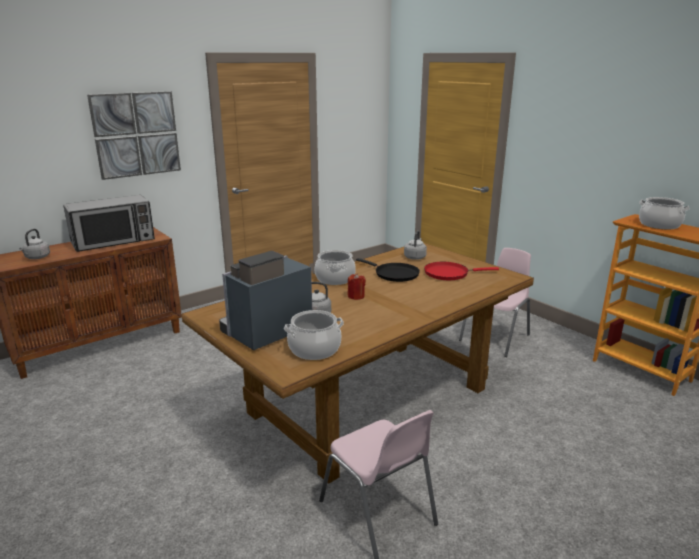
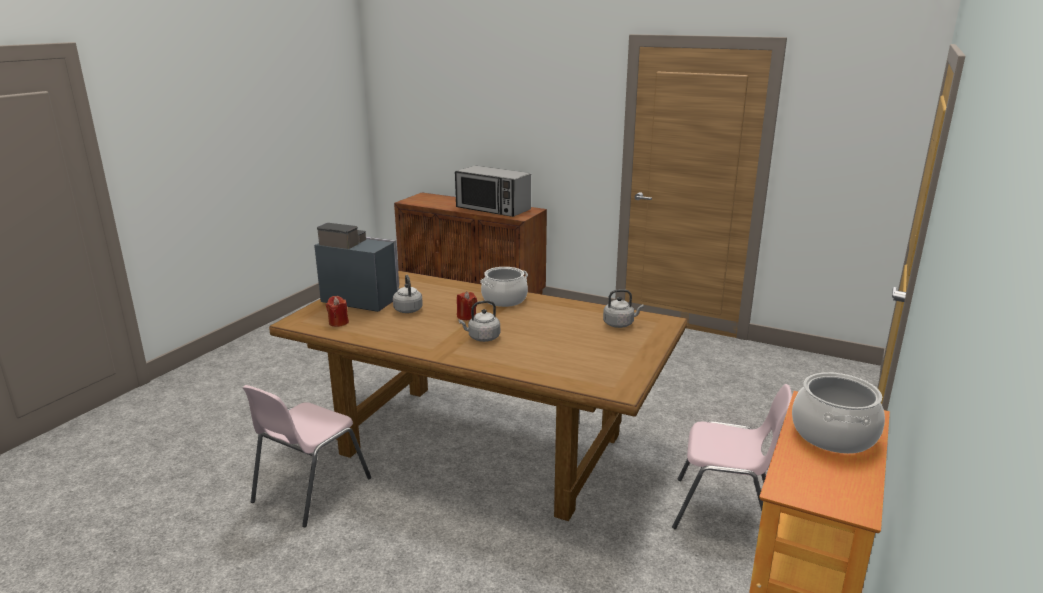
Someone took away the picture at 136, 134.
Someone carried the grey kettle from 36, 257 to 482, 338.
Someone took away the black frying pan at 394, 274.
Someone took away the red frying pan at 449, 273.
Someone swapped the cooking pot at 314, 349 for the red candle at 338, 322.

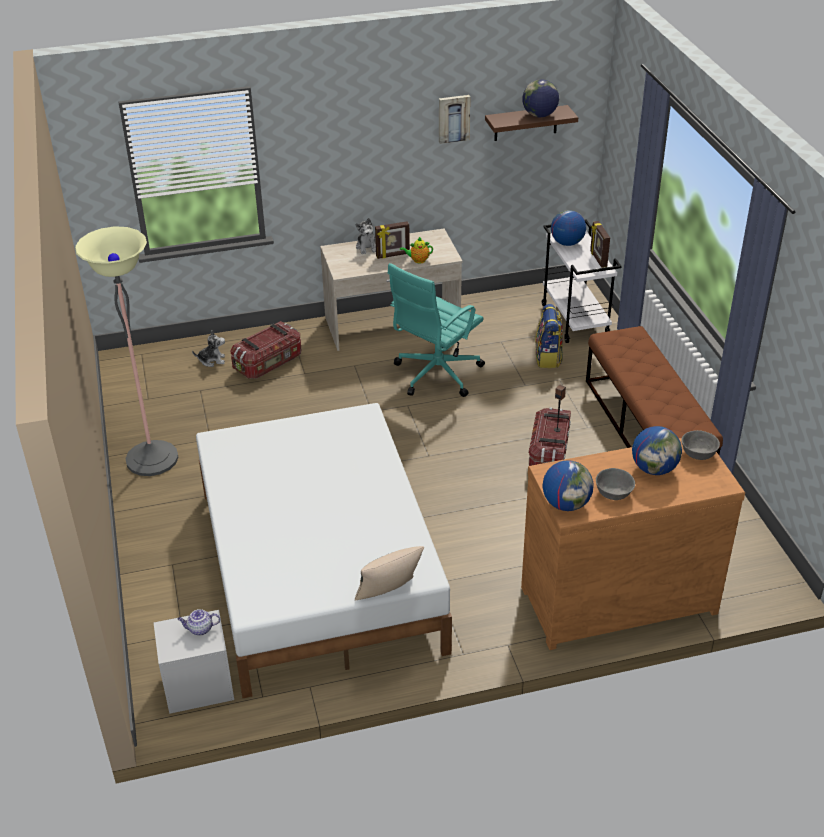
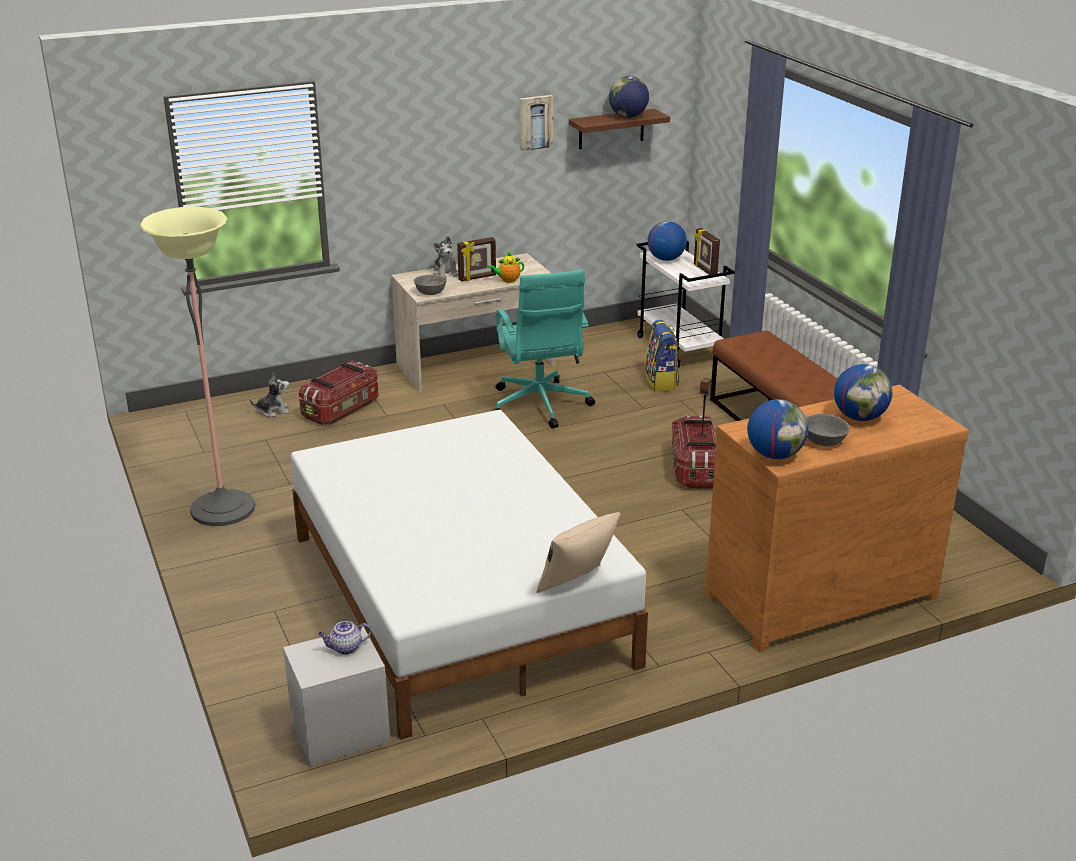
Someone rotated the turquoise office chair at 435, 375 by 45 degrees counterclockwise.
Someone carried the grey bowl from 698, 453 to 430, 292.

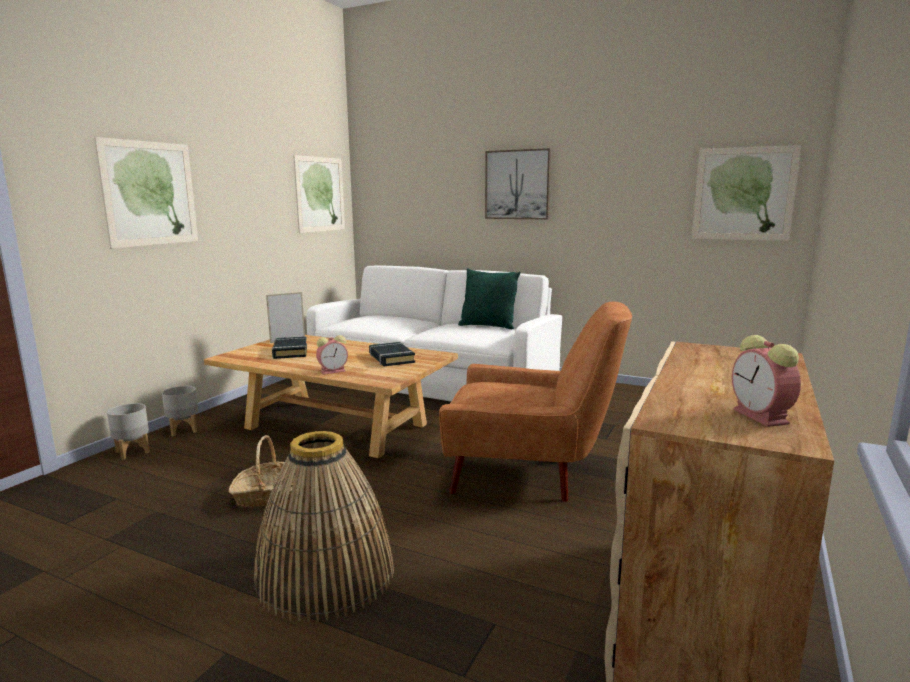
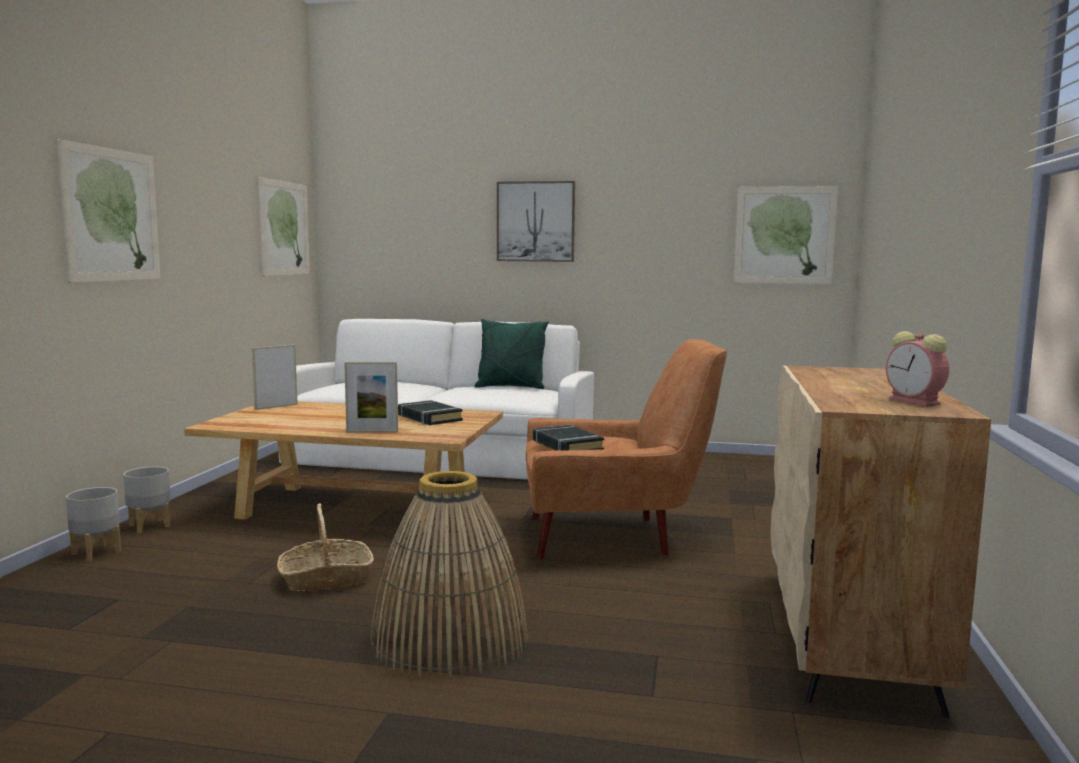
Someone swapped the alarm clock at 333, 371 for the picture frame at 372, 432.
Someone carried the black book from 290, 351 to 566, 446.

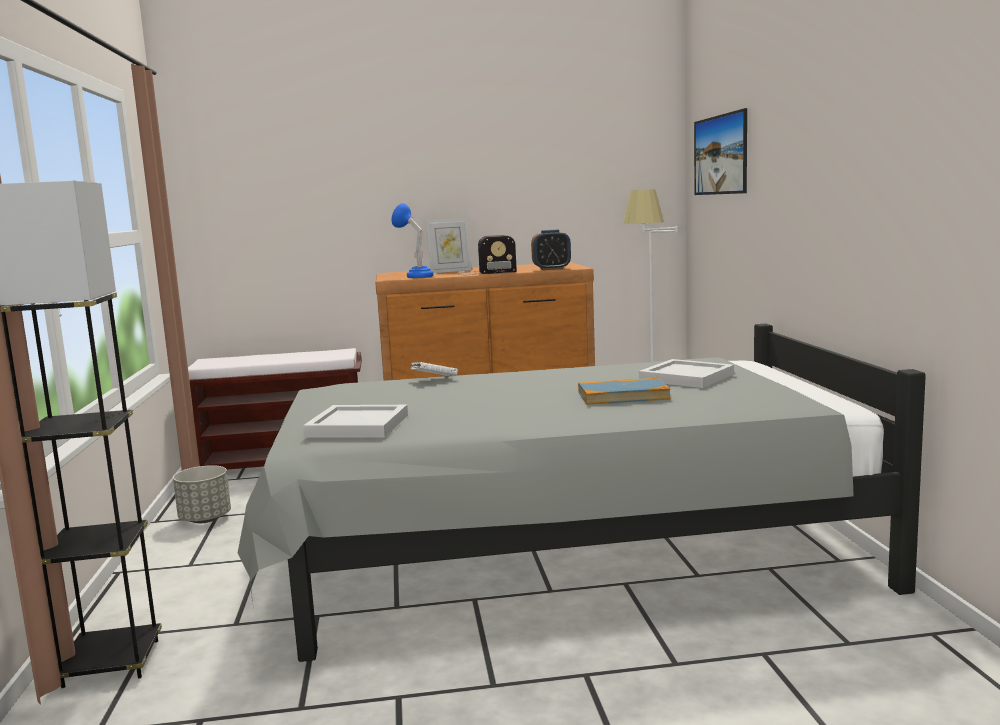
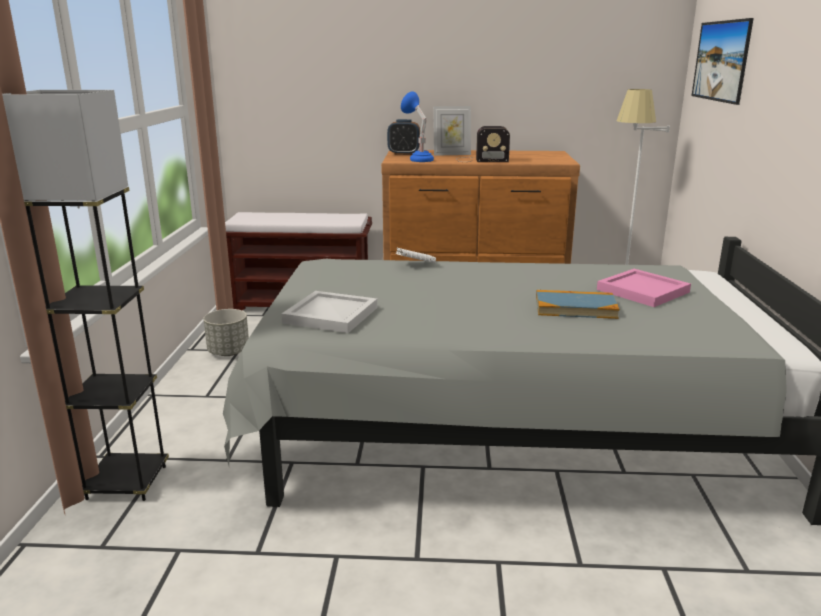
Someone carried the alarm clock from 551, 269 to 403, 154.
Someone repainted the white tray at 686, 377, which became the pink tray at 642, 290.

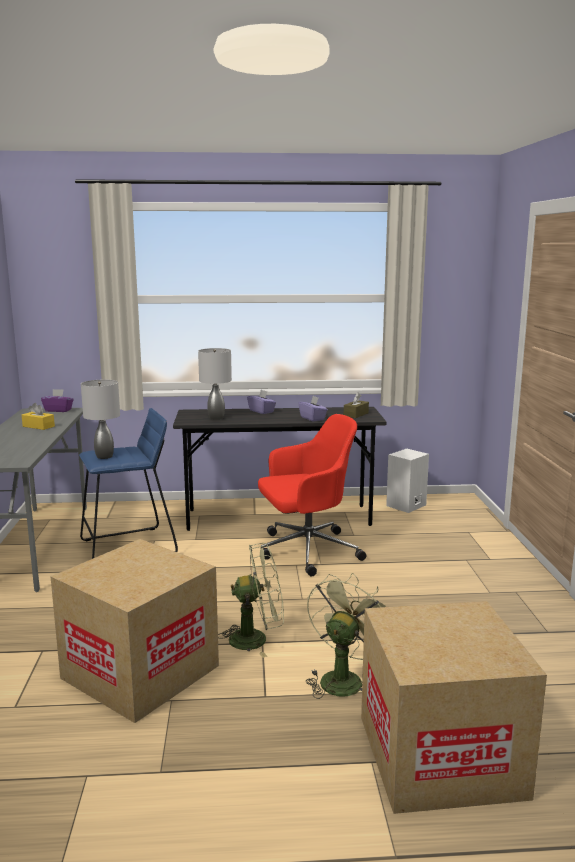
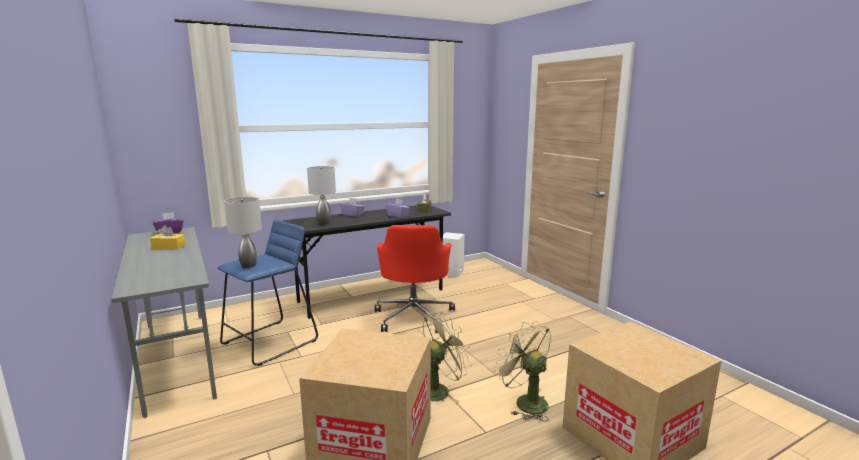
Someone rotated the red office chair at 306, 551 by 135 degrees clockwise.
Someone rotated the green fan at 344, 678 by 45 degrees counterclockwise.

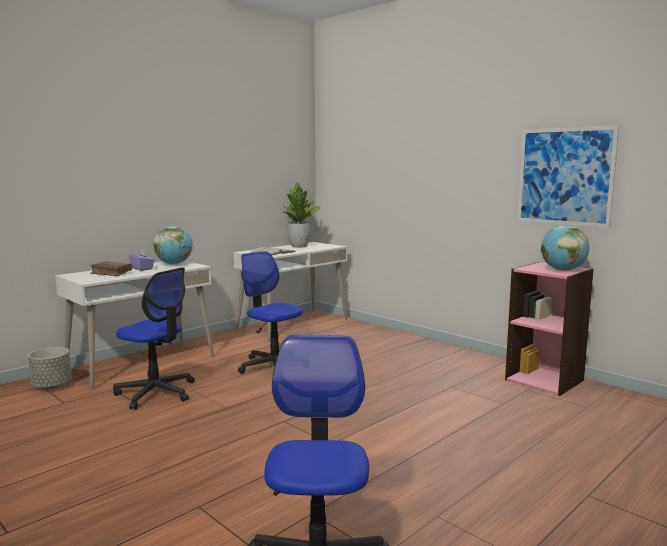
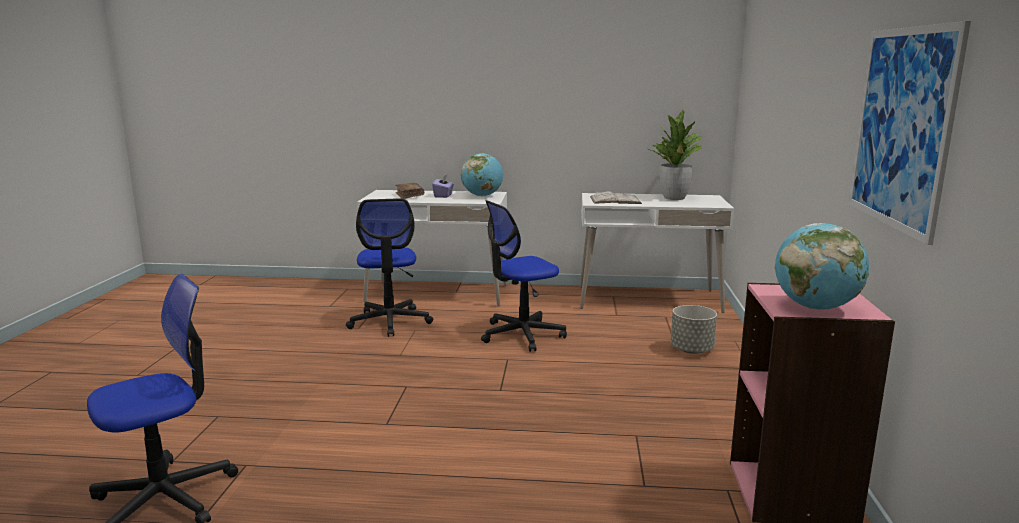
Someone rotated the office chair at 273, 366 by 120 degrees counterclockwise.
Someone carried the grey planter from 52, 386 to 692, 350.

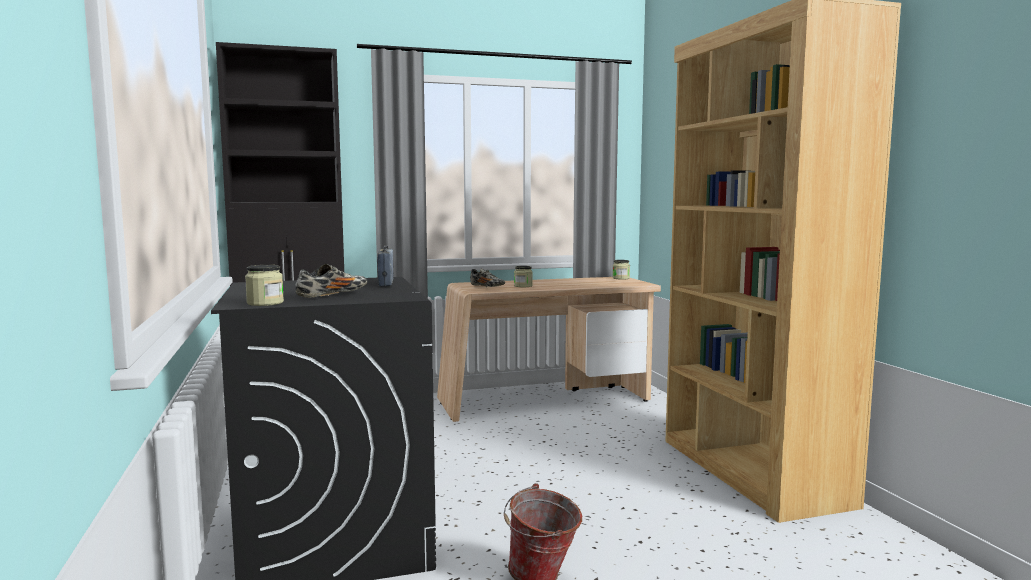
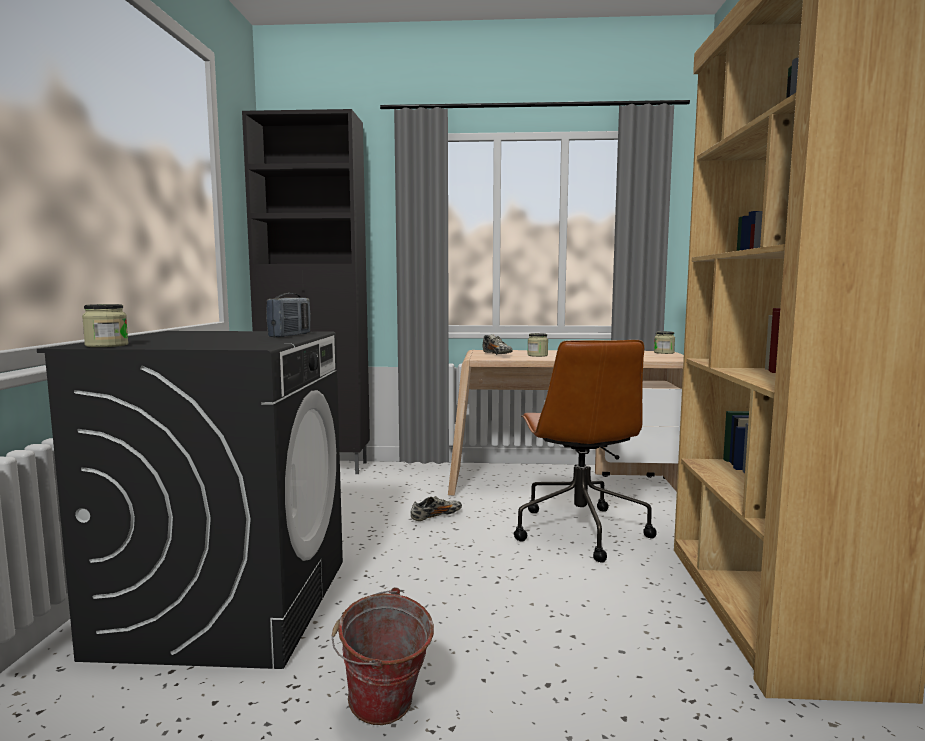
Someone carried the shoe from 332, 295 to 436, 516.
Someone put down the brown office chair at 579, 530.

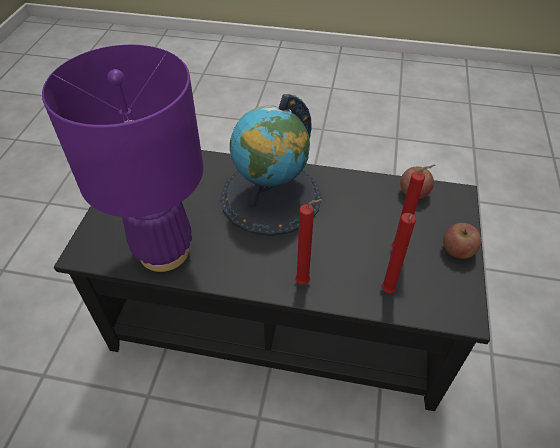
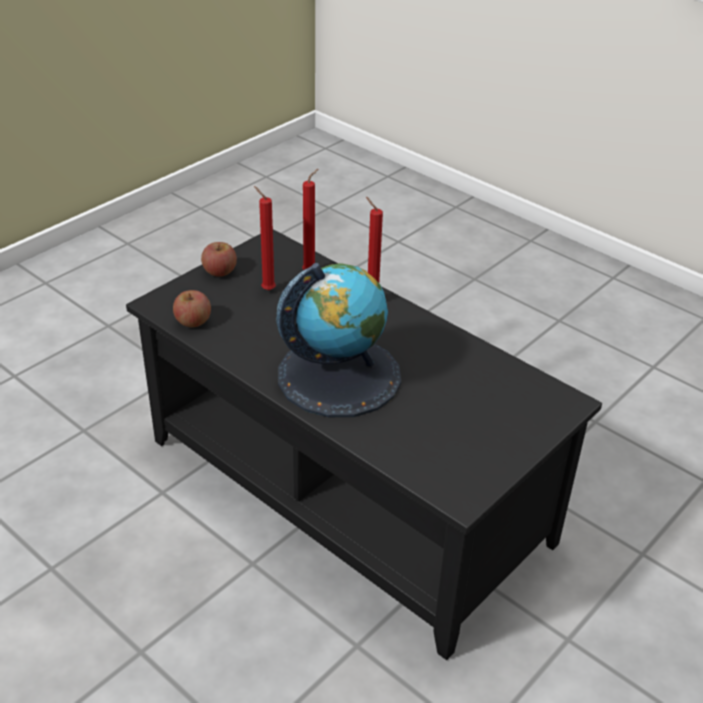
Someone took away the purple table lamp at 163, 251.

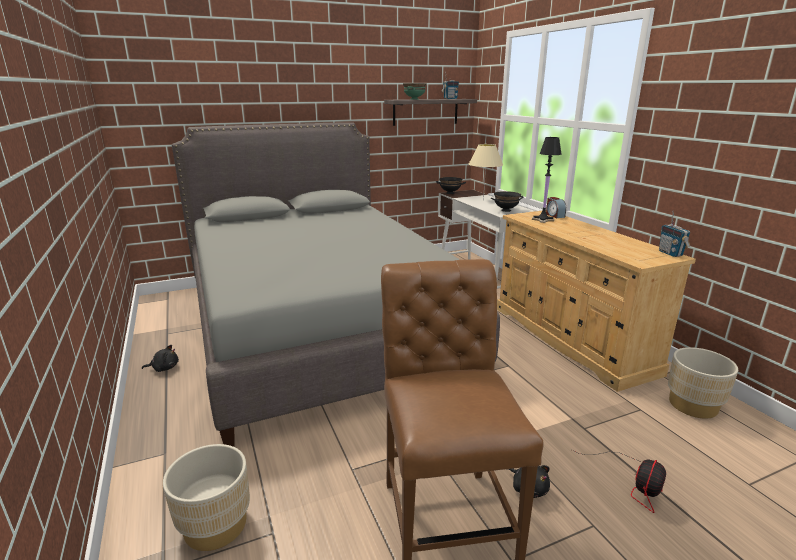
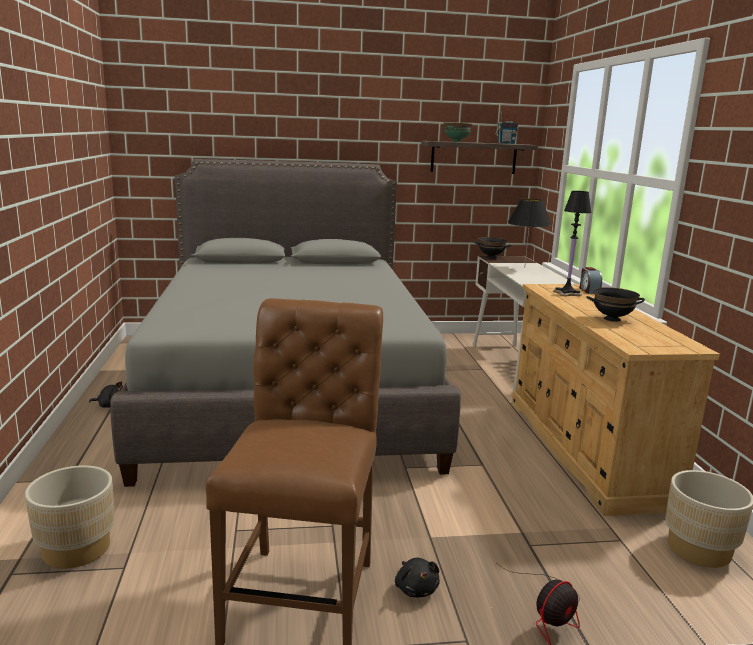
Someone repainted the beige table lamp at 483, 200, which became the black table lamp at 524, 268.
Someone carried the black bowl from 506, 210 to 612, 319.
Someone took away the radio at 670, 253.

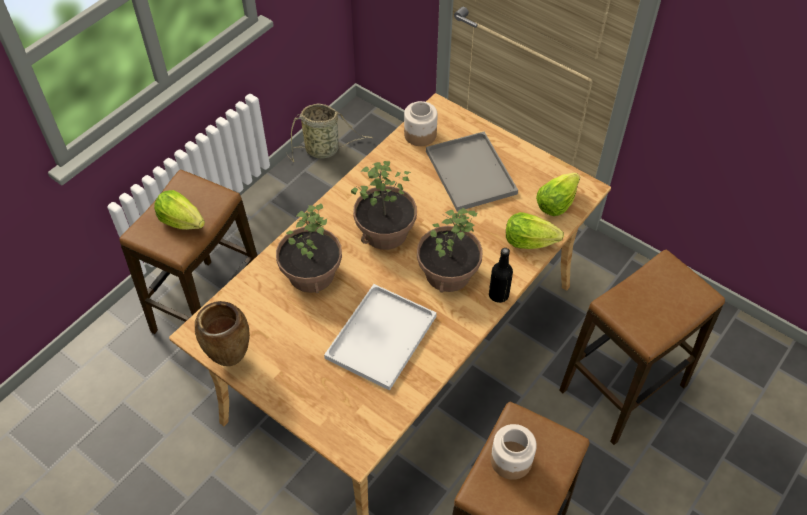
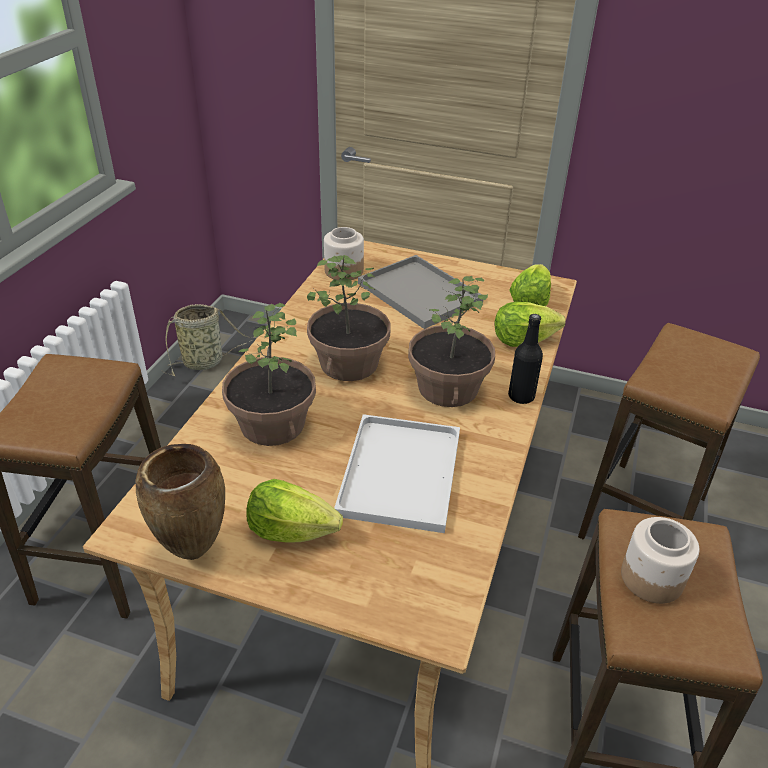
Someone carried the lettuce from 181, 221 to 291, 530.

